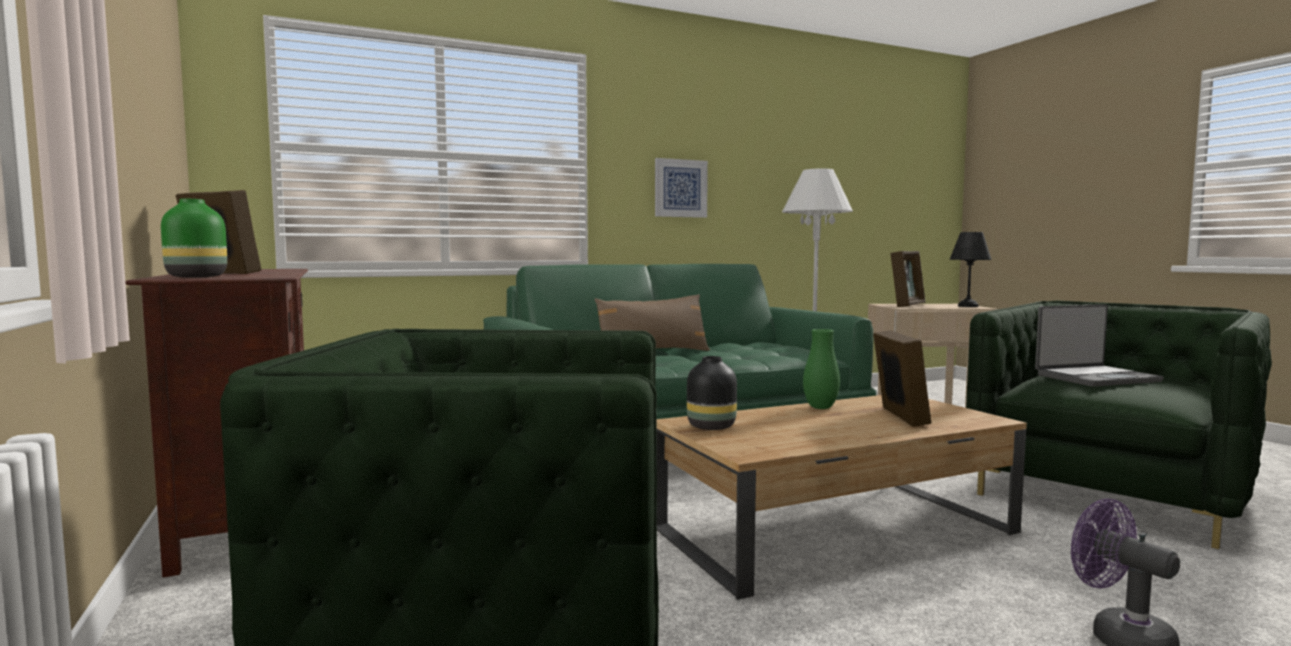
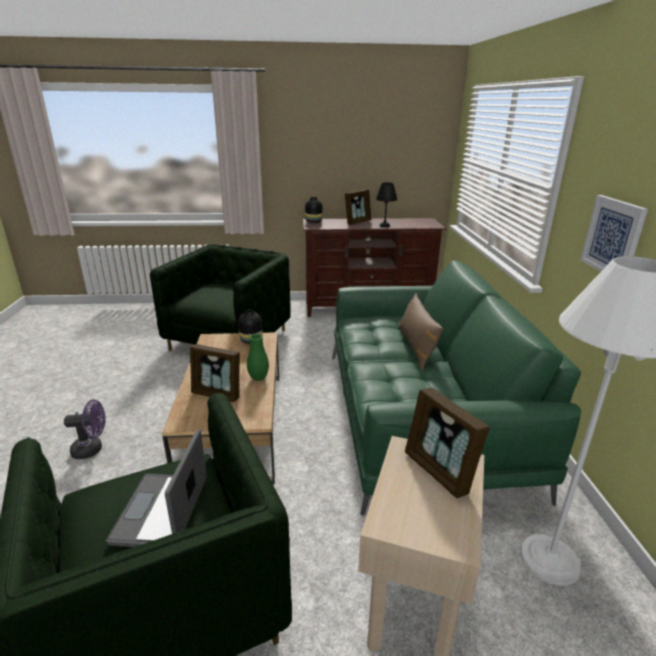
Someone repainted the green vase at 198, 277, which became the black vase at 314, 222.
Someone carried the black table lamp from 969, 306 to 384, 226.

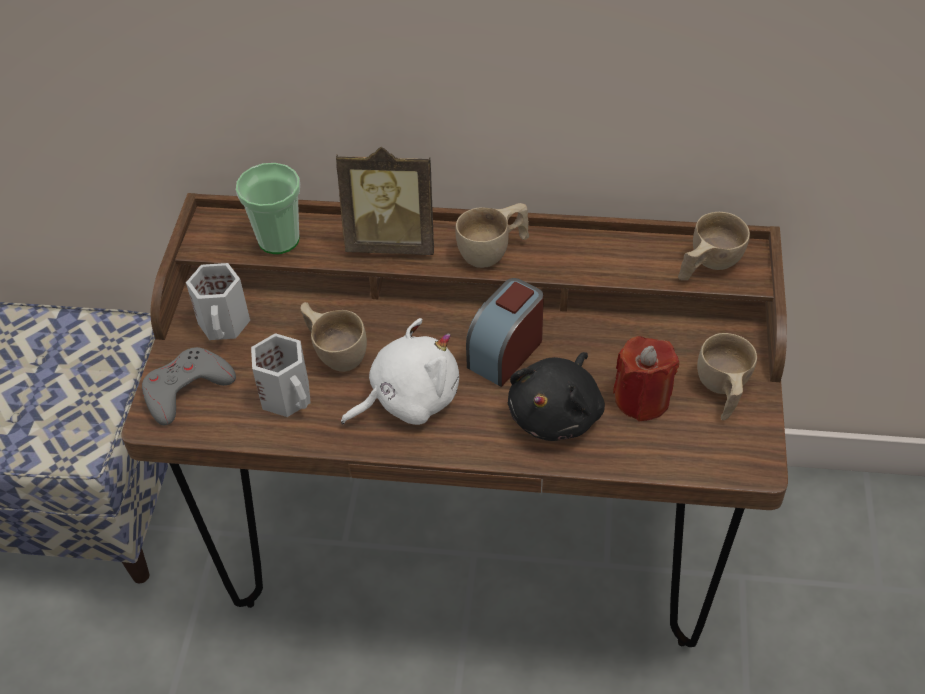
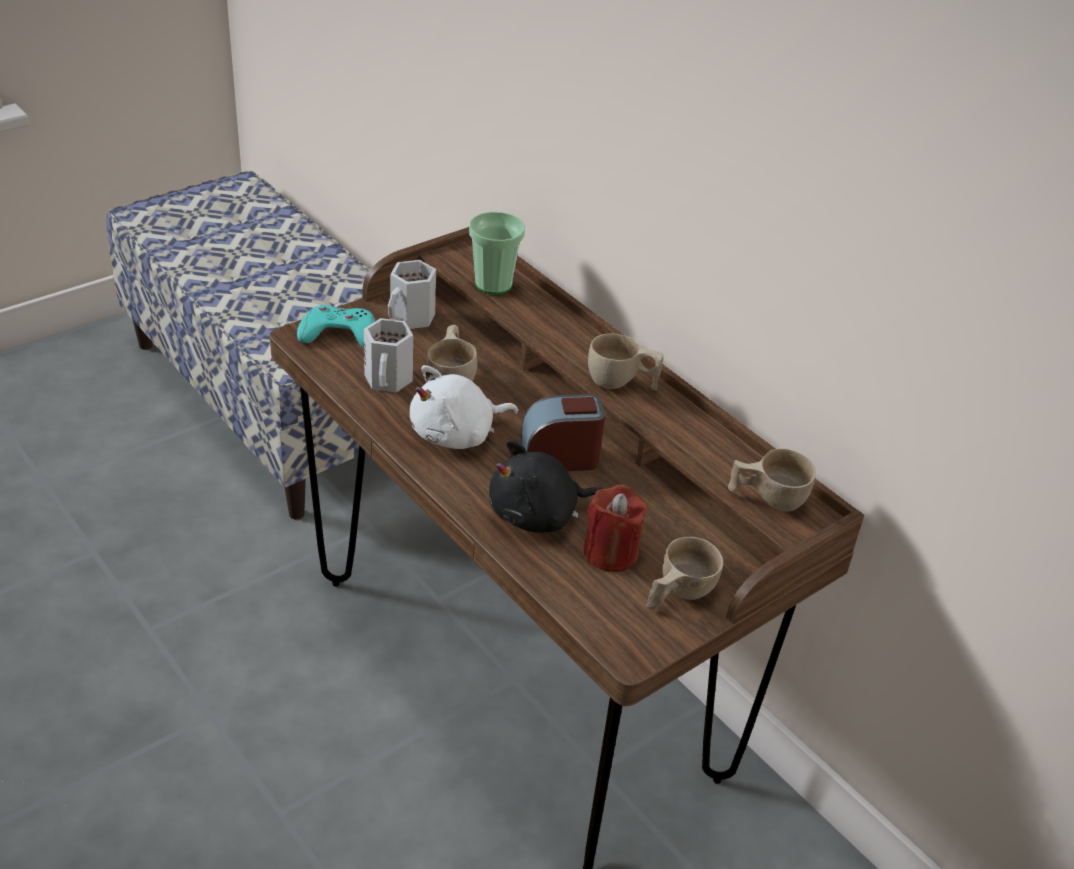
Someone took away the picture frame at 392, 242.
Someone rotated the white plush toy at 408, 399 by 135 degrees clockwise.
Someone repainted the grey game controller at 186, 389, which became the turquoise game controller at 339, 334.

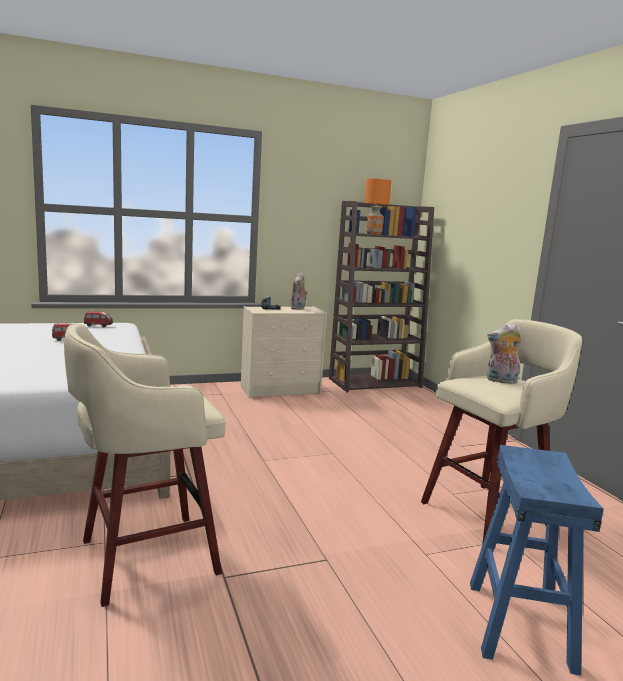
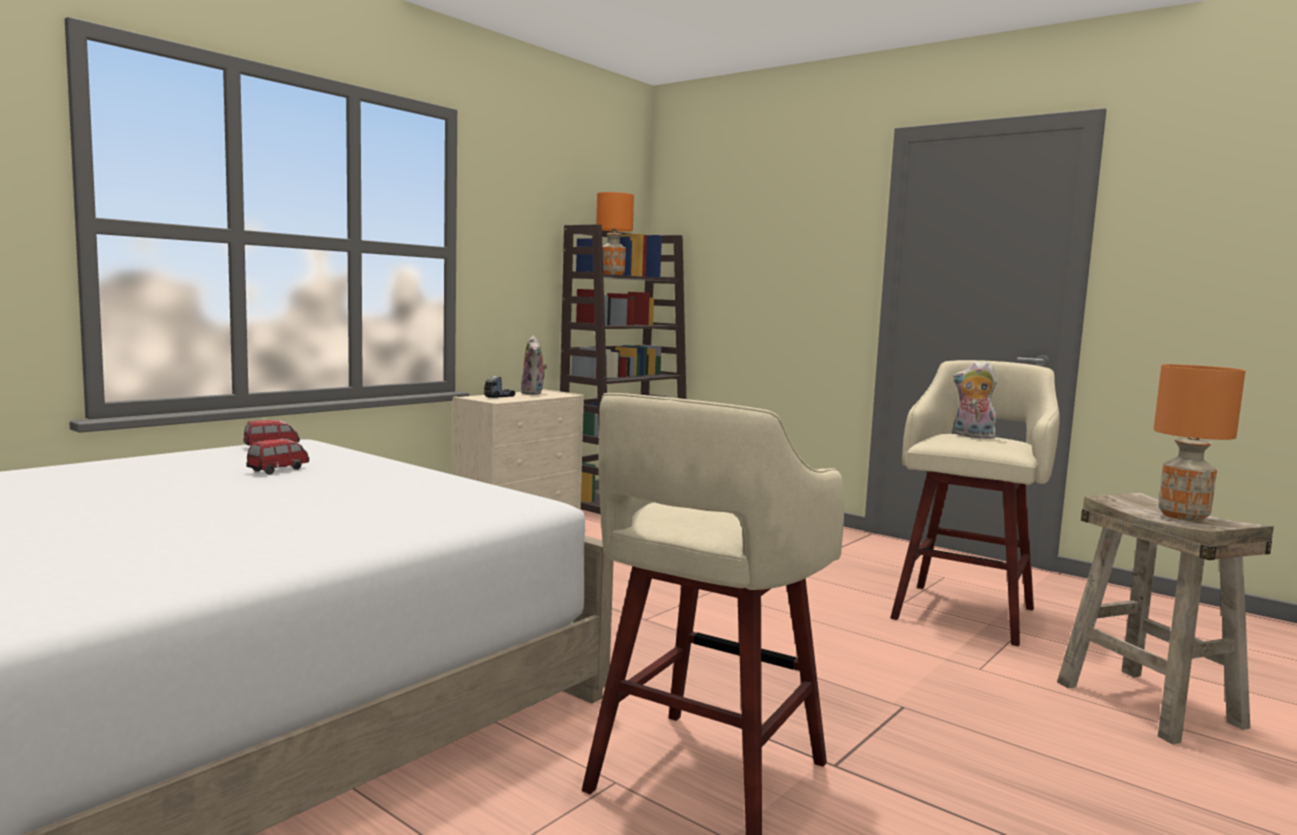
Someone rotated the plush toy at 501, 381 by 60 degrees clockwise.
Someone repainted the blue stool at 520, 624, which became the beige stool at 1150, 704.
Someone put down the orange table lamp at 1183, 516.

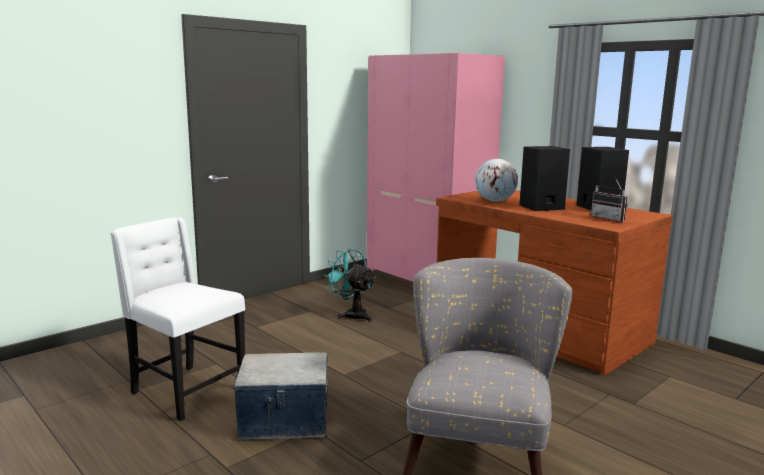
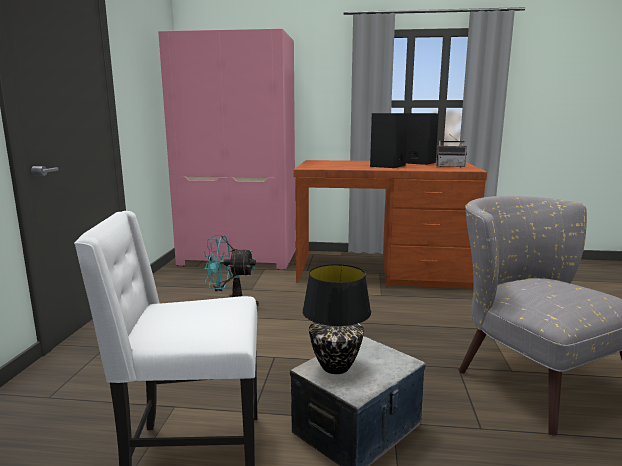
Someone took away the globe at 495, 201.
Someone put down the black table lamp at 336, 367.

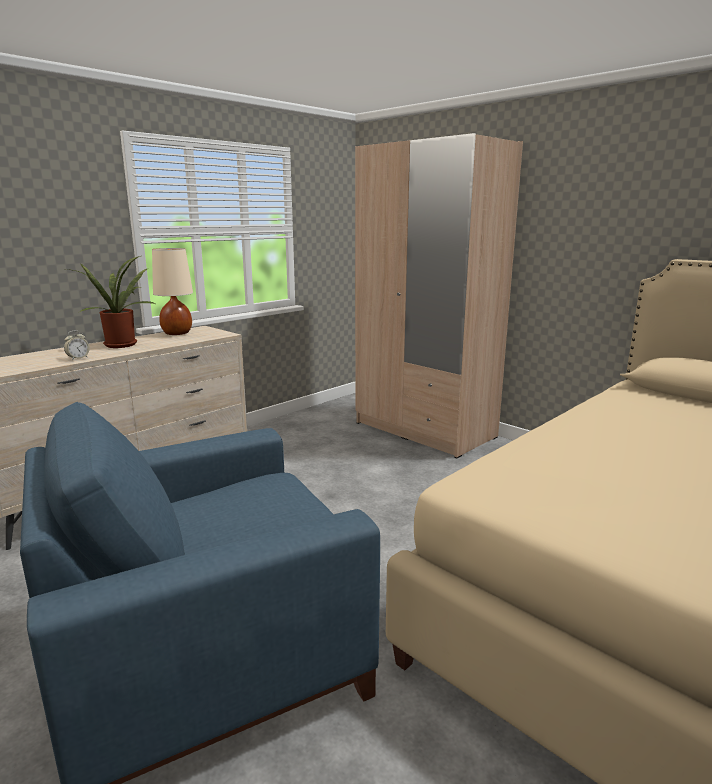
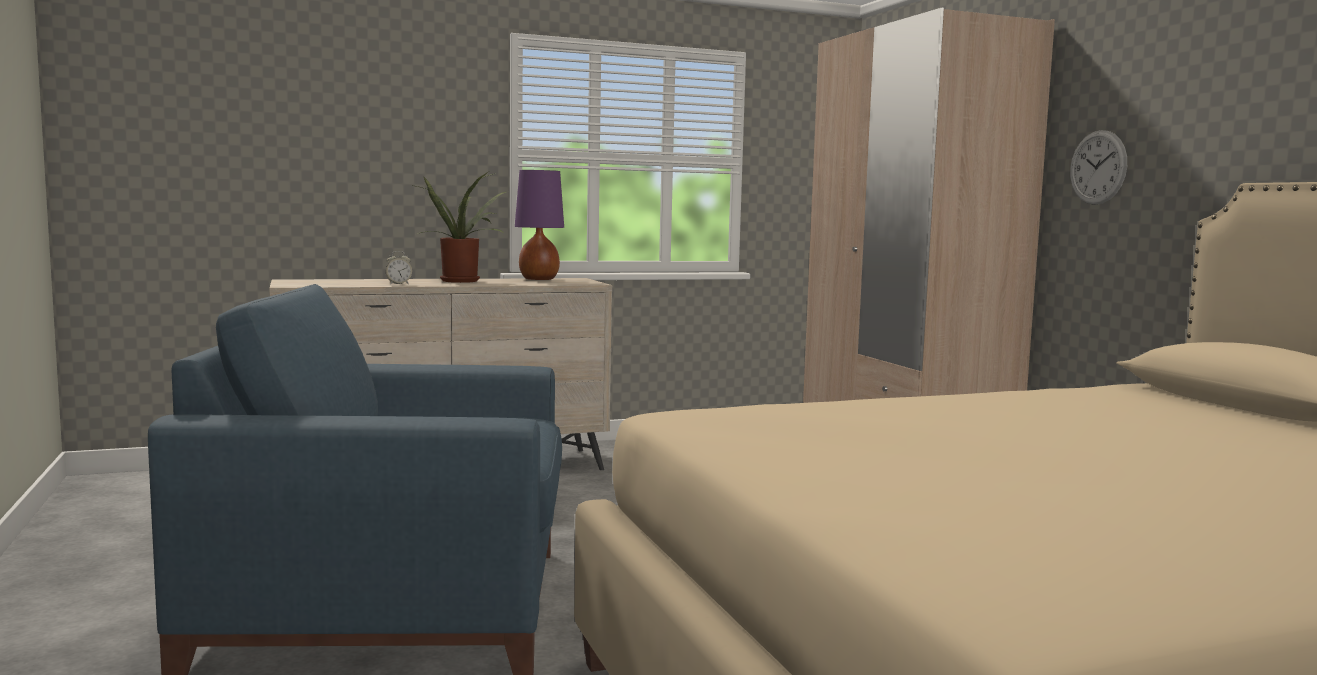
Someone repainted the beige table lamp at 177, 333, which became the purple table lamp at 539, 279.
Someone put up the wall clock at 1098, 167.

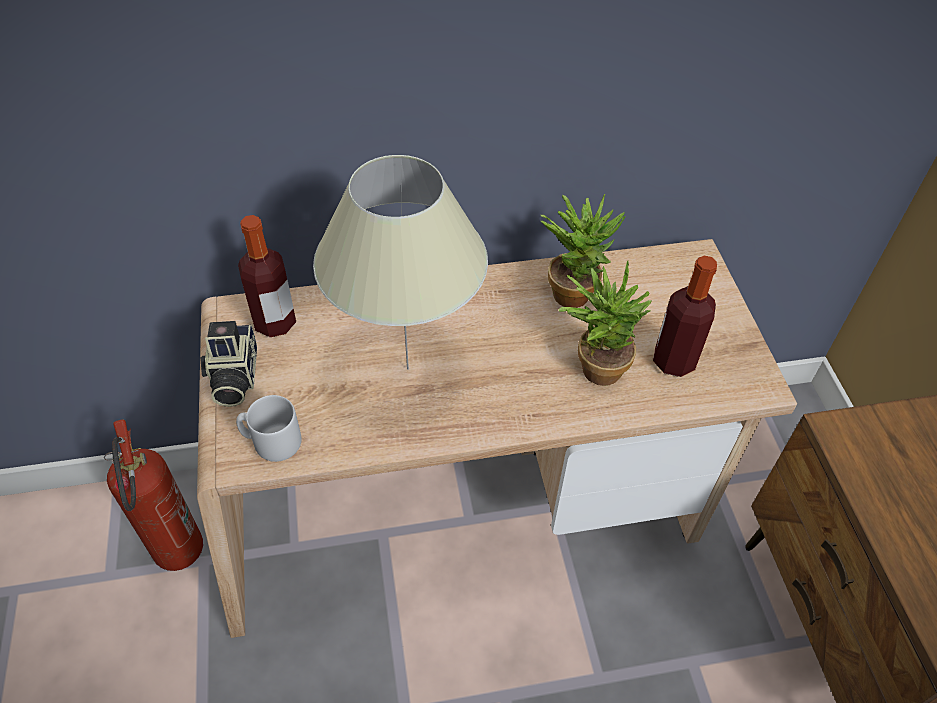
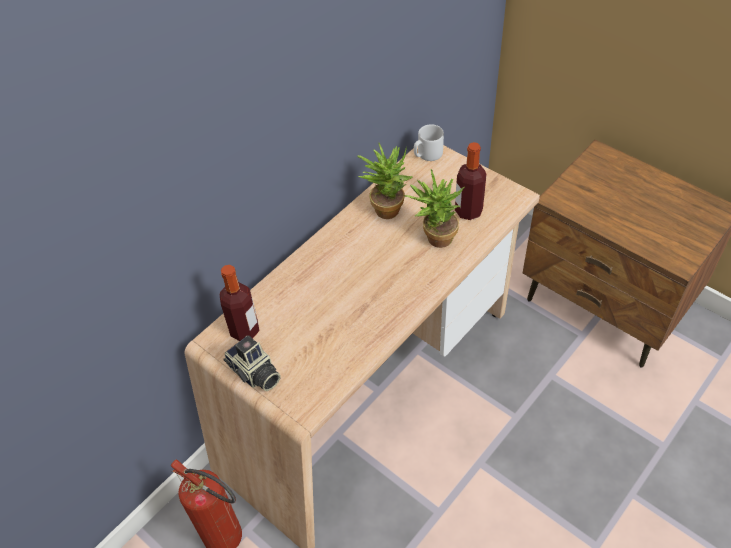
Someone took away the beige table lamp at 407, 369.
Someone carried the grey mug from 272, 442 to 427, 154.

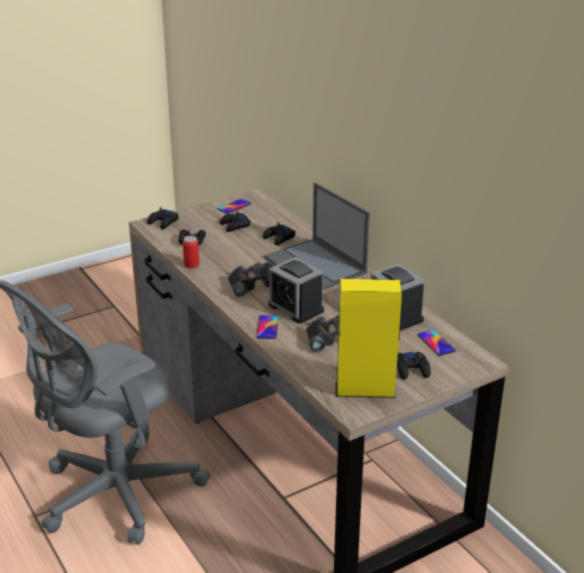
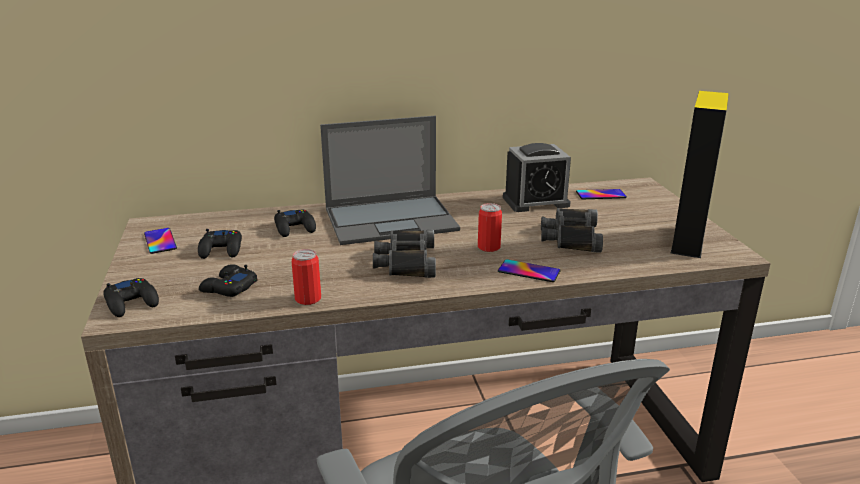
Someone swapped the alarm clock at 295, 308 for the can at 489, 247.
Someone took away the black game controller at 412, 369.

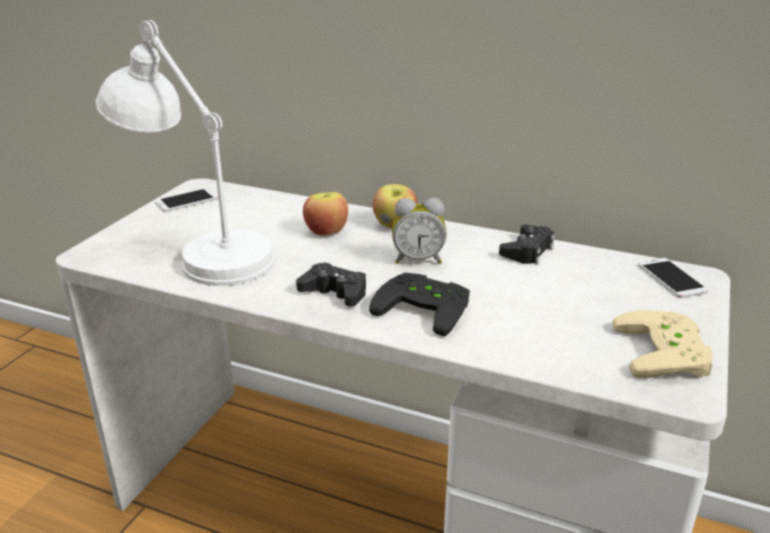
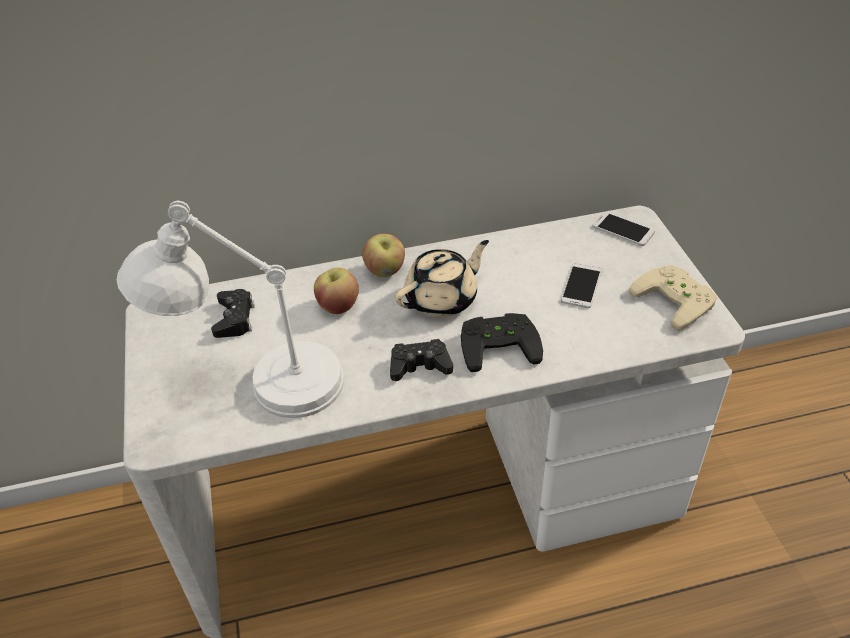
Someone carried the phone from 187, 200 to 581, 286.
Someone swapped the alarm clock at 418, 259 for the beige teapot at 443, 299.
Someone carried the black game controller from 527, 251 to 234, 318.

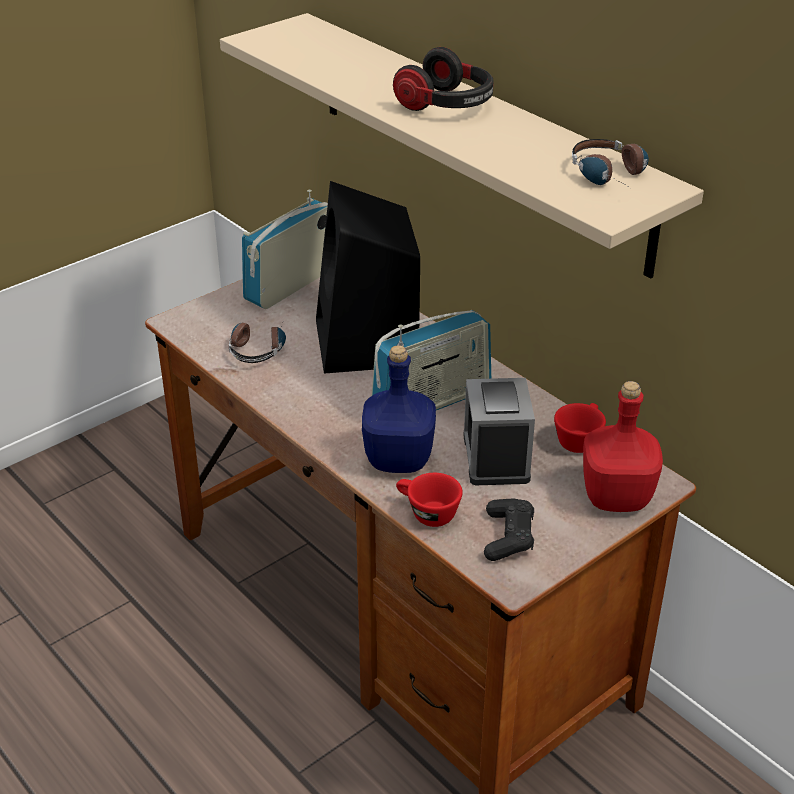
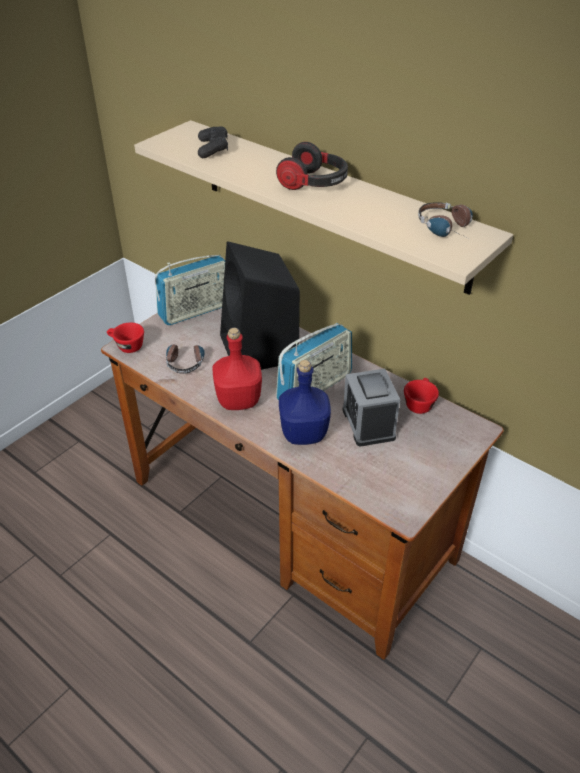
Someone rotated the radio at 291, 284 by 150 degrees counterclockwise.
Someone carried the red bottle from 615, 496 to 238, 399.
Someone carried the red cup from 426, 513 to 126, 346.
Someone carried the black game controller from 508, 537 to 213, 149.

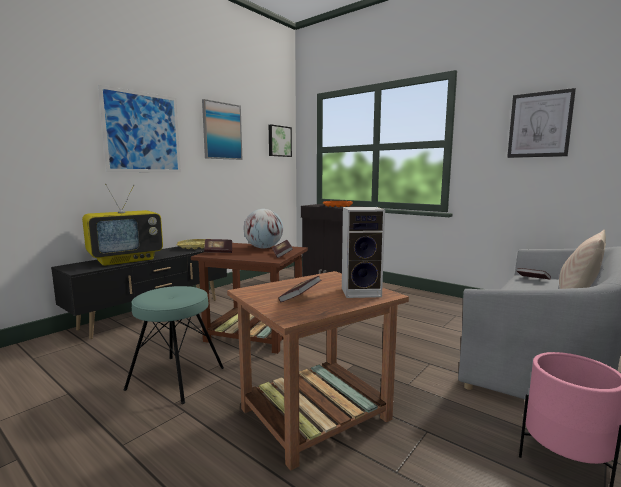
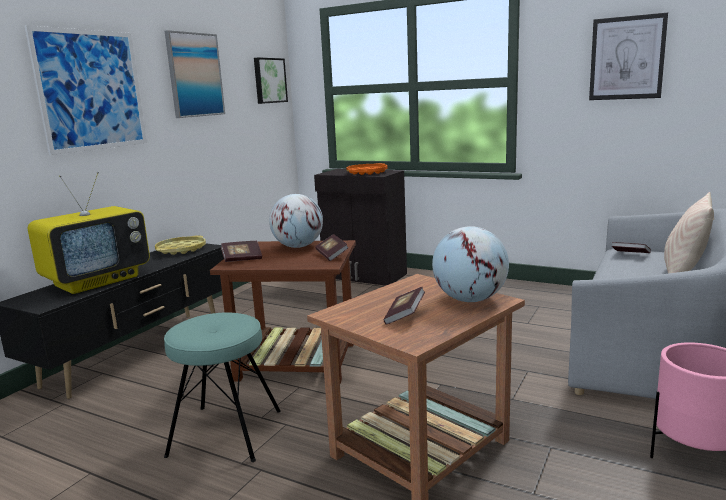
Someone swapped the speaker at 362, 292 for the globe at 470, 300.

